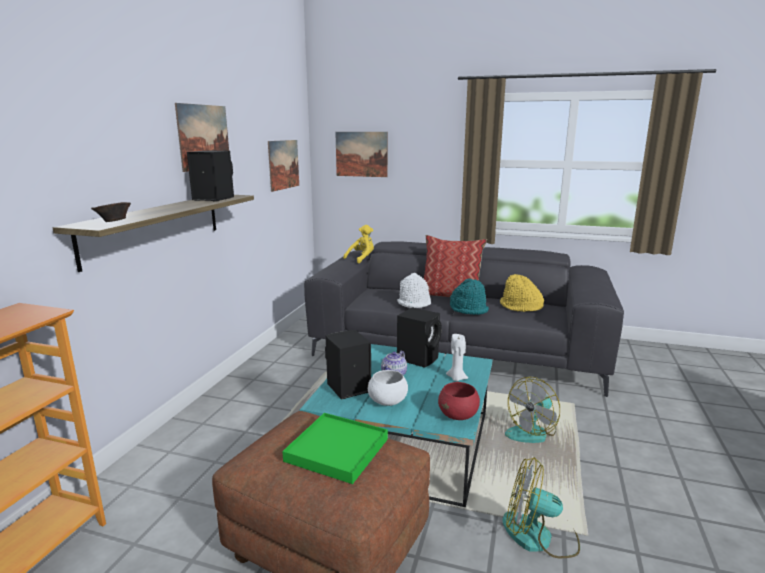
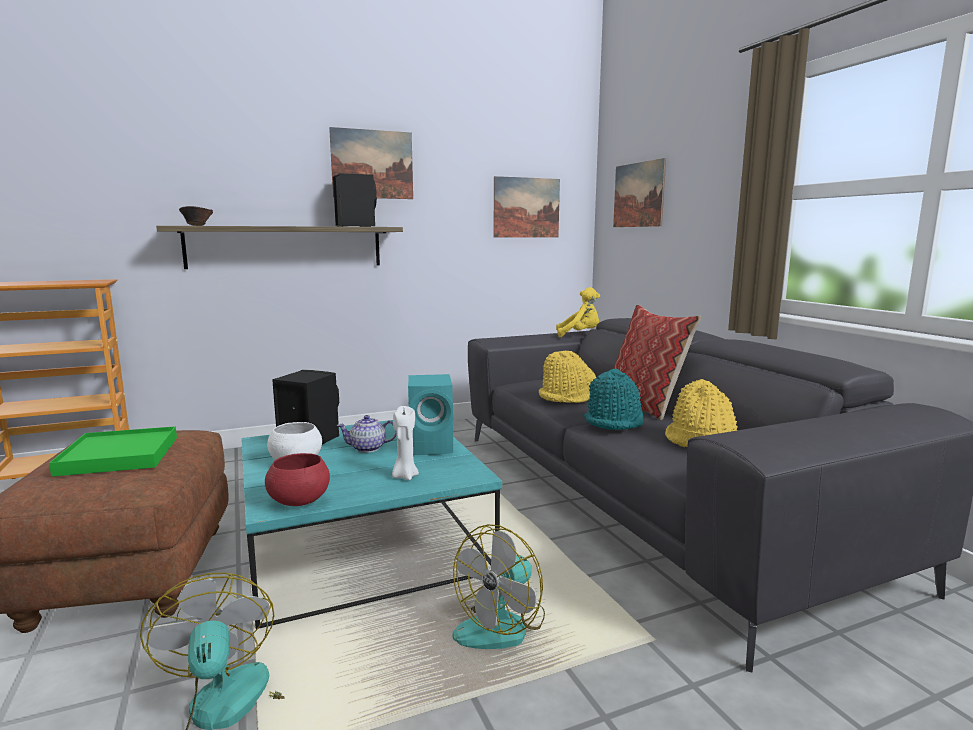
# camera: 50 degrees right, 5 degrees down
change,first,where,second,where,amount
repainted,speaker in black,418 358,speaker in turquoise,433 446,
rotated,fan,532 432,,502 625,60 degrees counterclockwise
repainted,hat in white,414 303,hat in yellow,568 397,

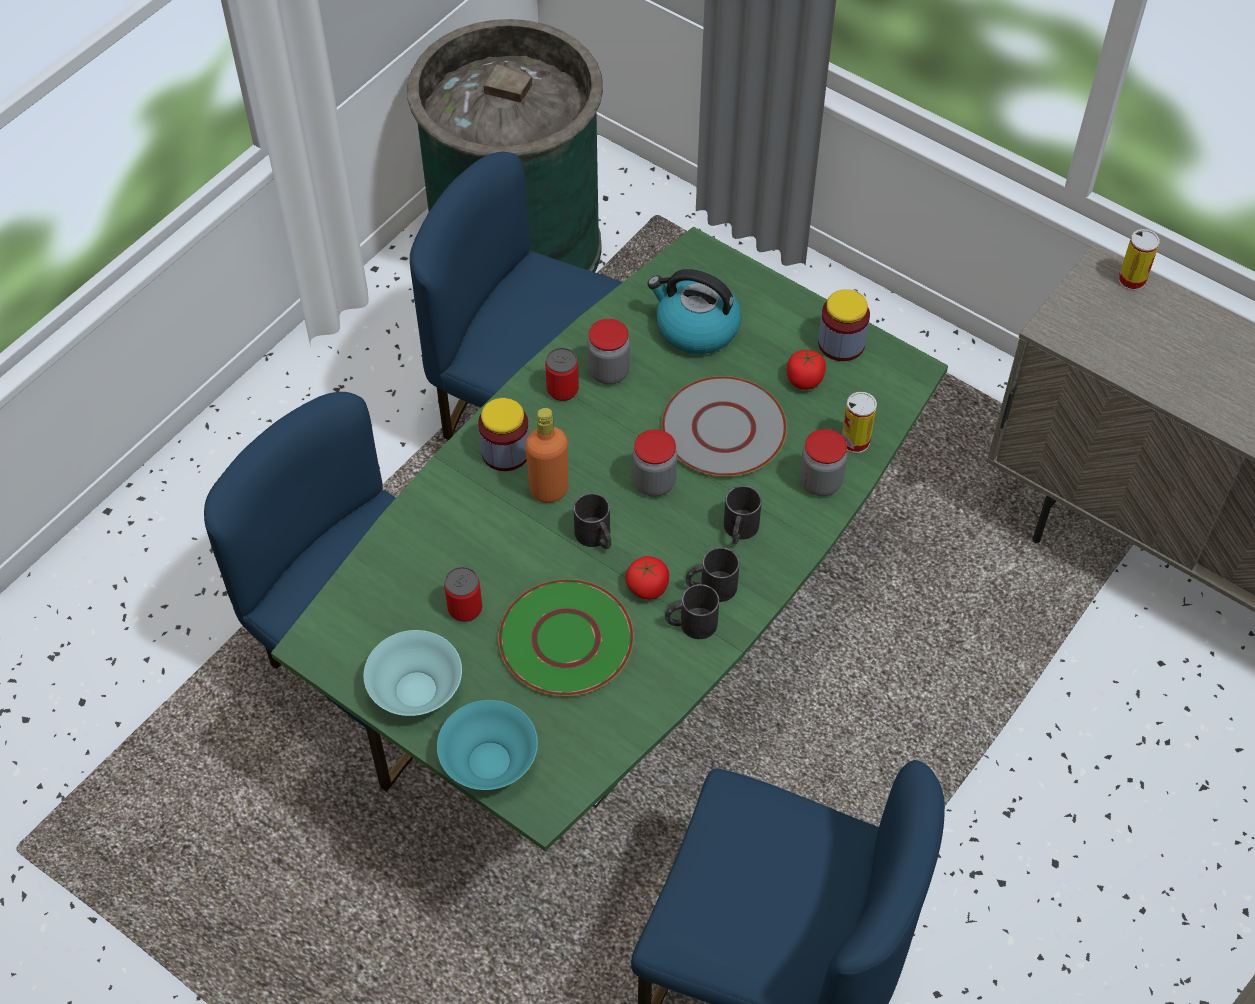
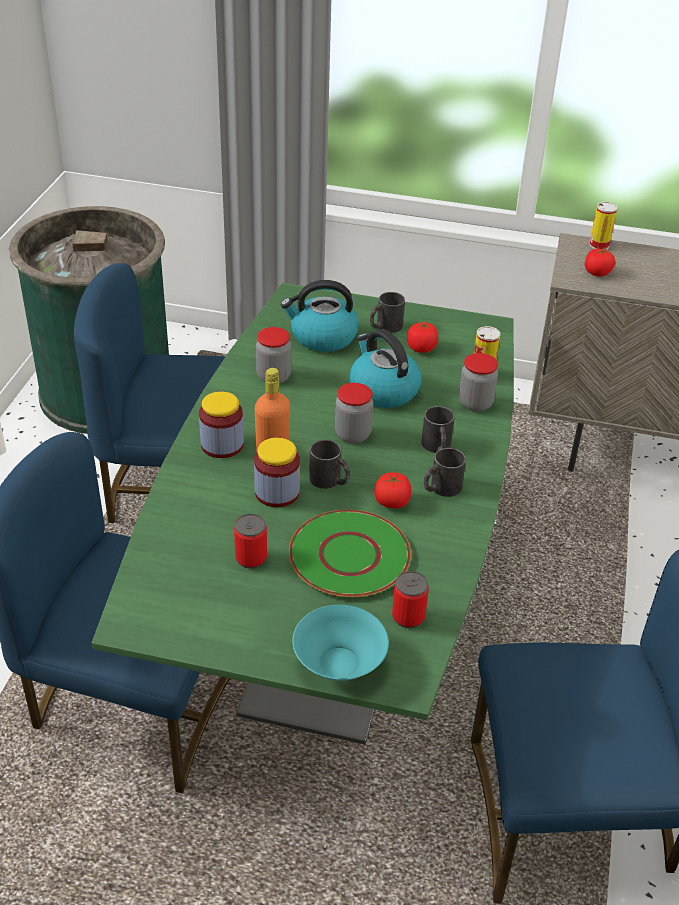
# camera: 25 degrees left, 15 degrees down
change,first,where,second,where,amount
shifted,jar,841 343,,277 492,
swapped,plate in grey,723 429,kettle,383 390,
shifted,mug in black,691 624,,385 327,
shifted,can,562 389,,408 617,
new,,,tomato,597 273,
gone,bowl in turquoise,415 690,,,

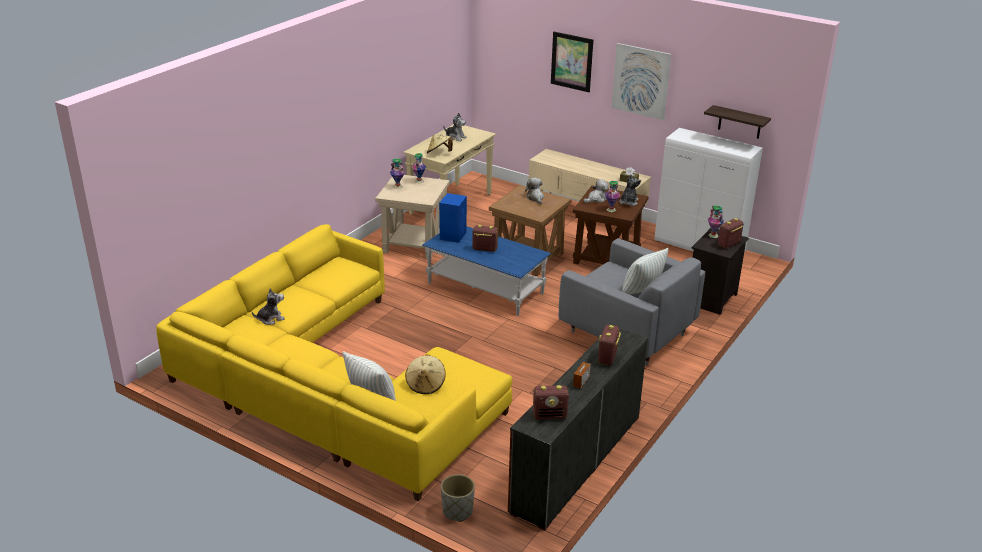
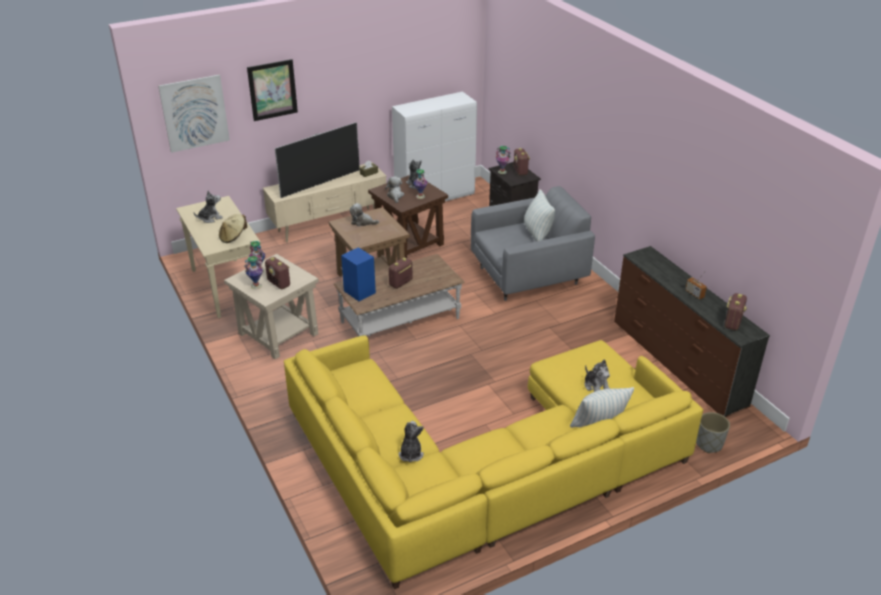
# camera: 60 degrees left, 5 degrees up
change,first,where,second,where,amount
shifted,picture,641 81,,194 113,
shifted,radio,607 357,,279 283,
new,,,television,320 183,
repainted,coffee table in blue,485 288,coffee table in brown,400 320,
swapped,hat in beige,426 384,plush toy,596 386,
gone,shelf,739 122,,,

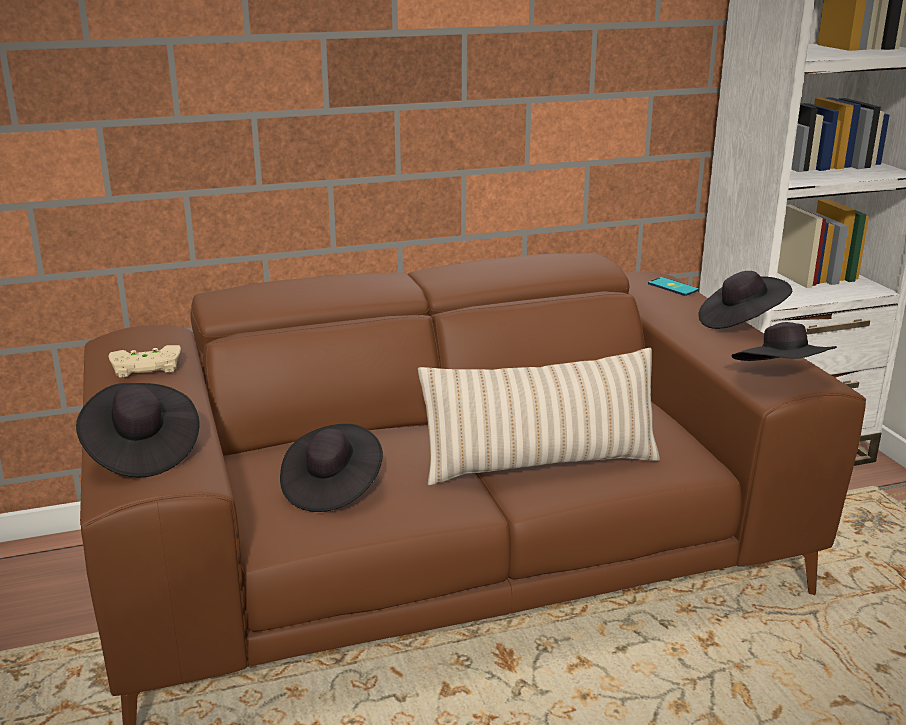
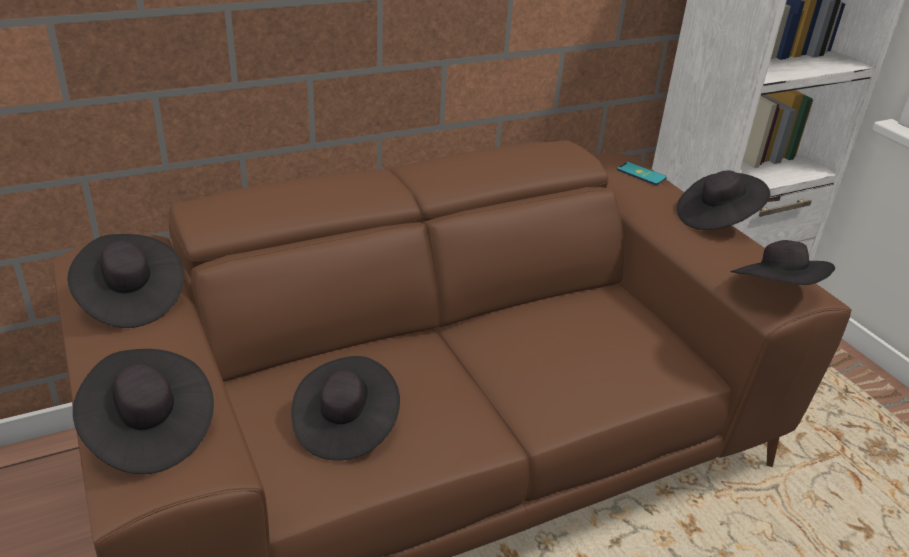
# camera: 10 degrees left, 10 degrees up
change,first,where,second,where,amount
swapped,game controller in beige,145 367,hat in black,130 300,
gone,pillow in beige,540 463,,,

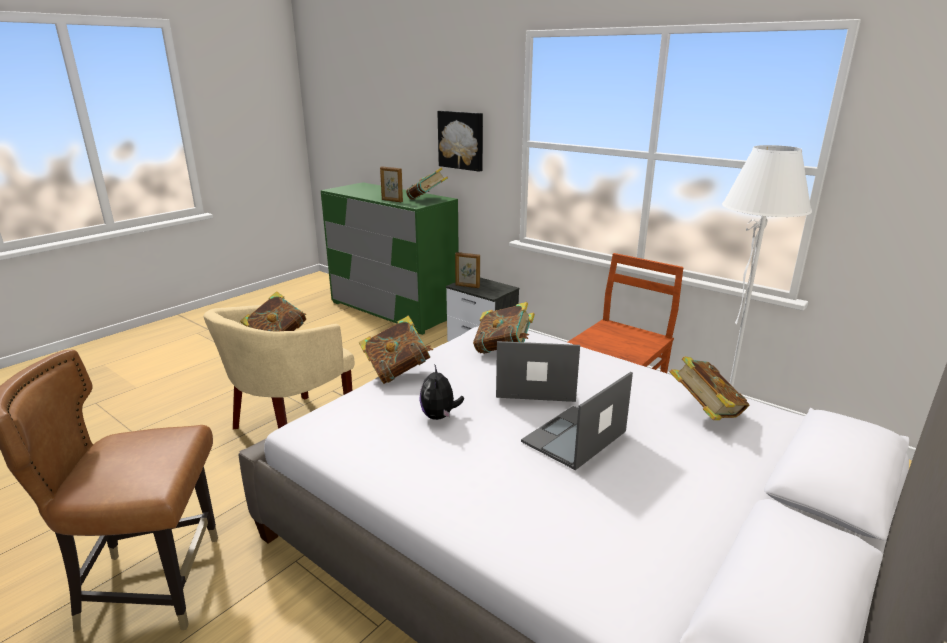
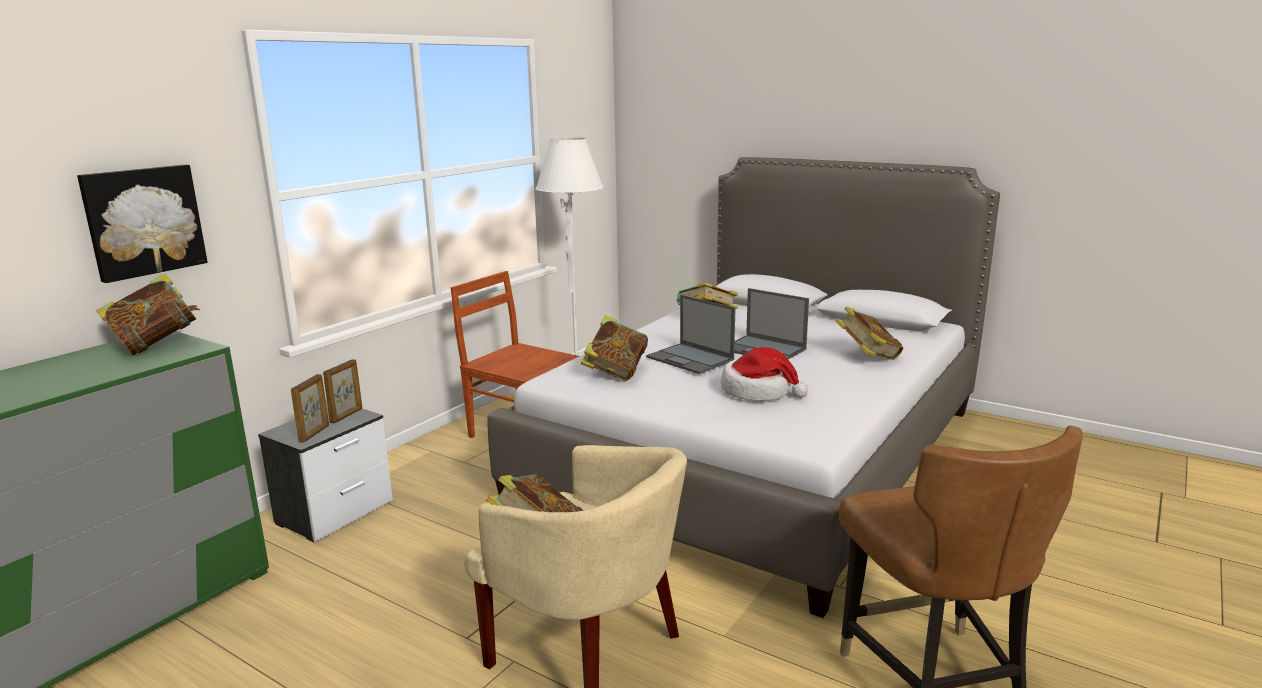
# camera: 95 degrees left, 5 degrees down
change,first,where,second,where,amount
shifted,picture frame,392 201,,347 415,
rotated,laptop,534 385,,691 359,45 degrees counterclockwise
swapped,plush toy,439 416,hat,758 391,
shifted,book,397 372,,867 357,

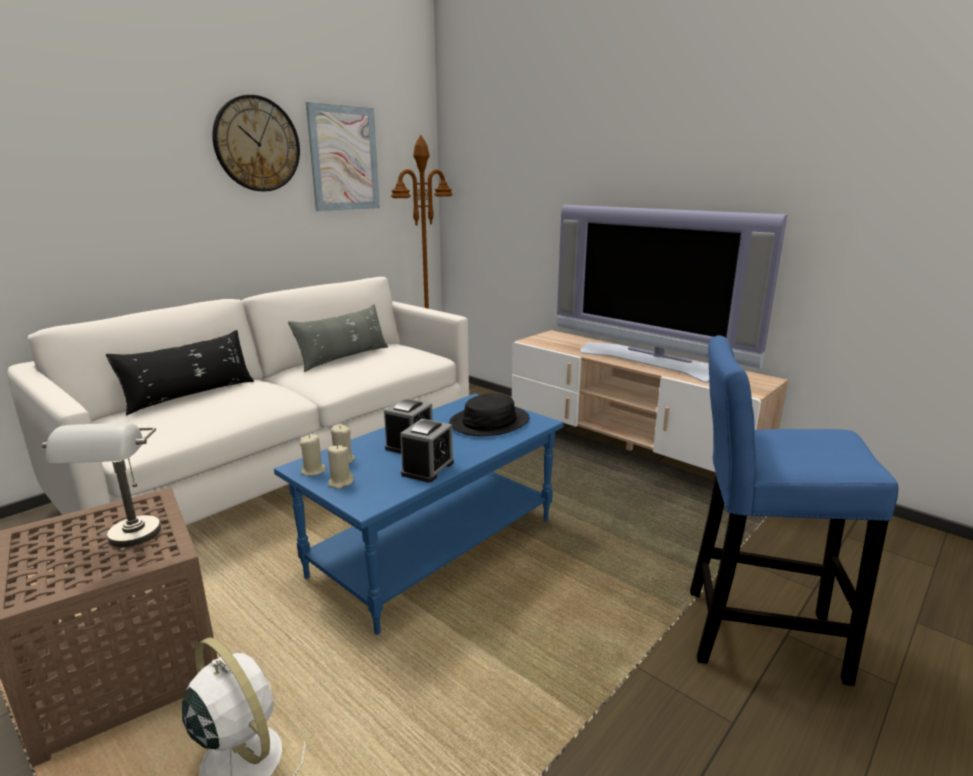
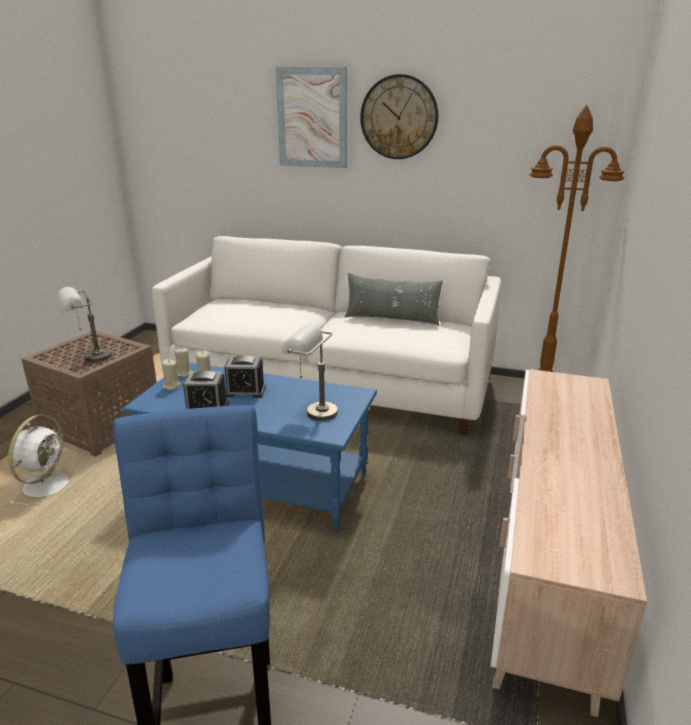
# camera: 65 degrees right, 5 degrees up
change,first,where,second,where,amount
shifted,picture,344 158,,312 118,
swapped,hat in black,489 422,table lamp in grey,311 411,
gone,pillow in black,191 395,,,
gone,television,652 361,,,

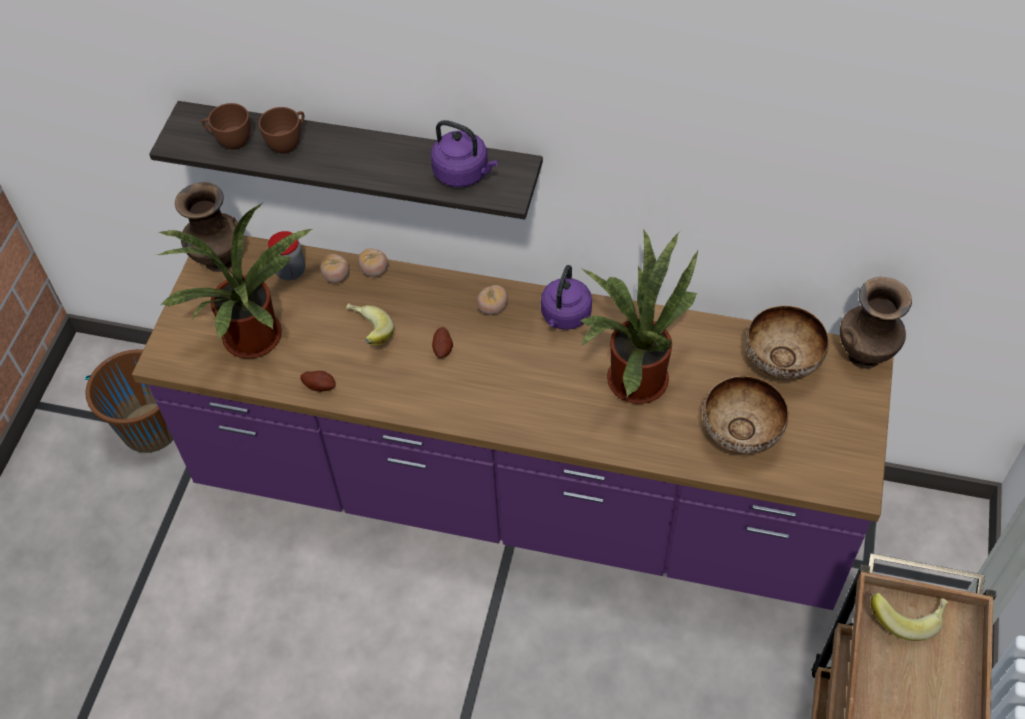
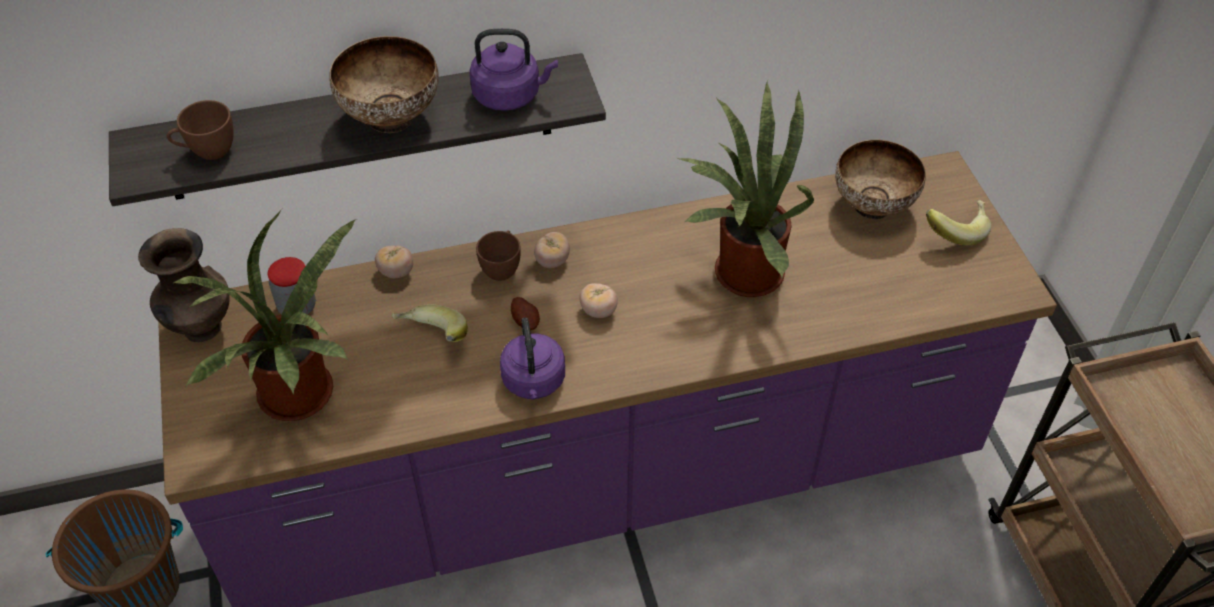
# camera: 30 degrees left, 5 degrees down
change,first,where,second,where,amount
shifted,bowl,739 437,,391 119,
shifted,cup in brown,288 142,,502 267,
shifted,kettle in purple,565 316,,534 382,
shifted,tomato,336 276,,598 311,
shifted,banana,906 616,,954 230,
gone,potato,320 386,,,
gone,vase in brown,865 354,,,

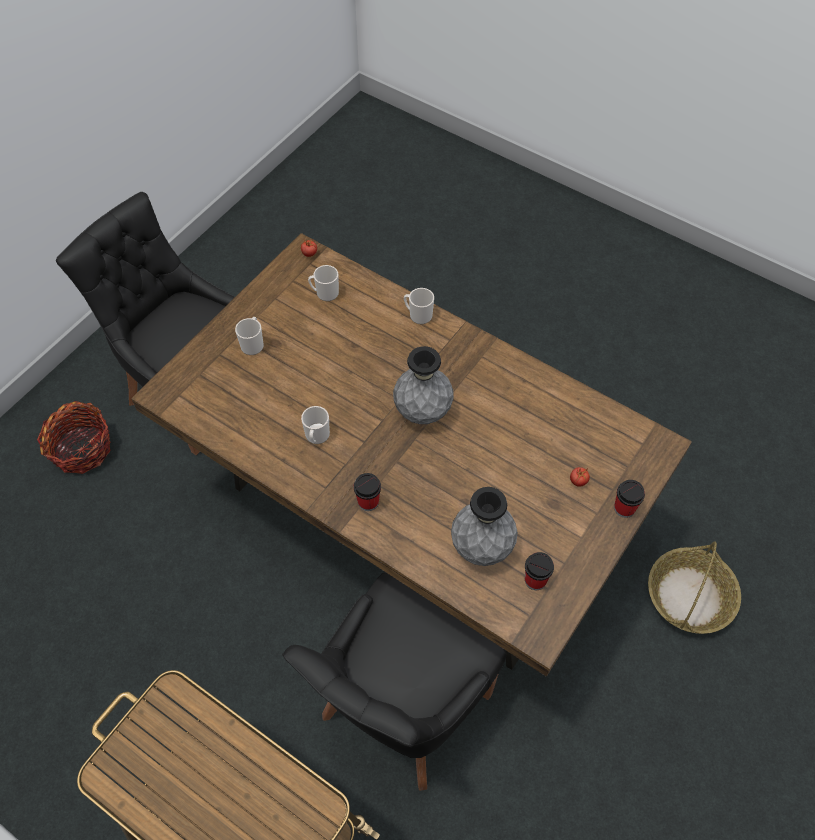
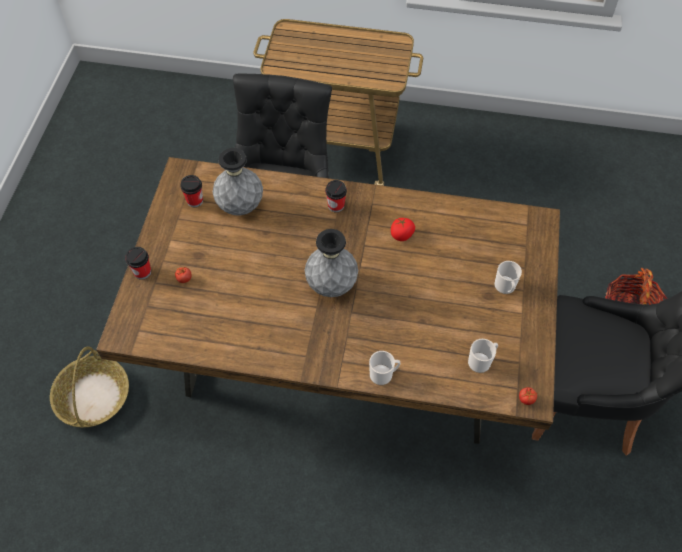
# camera: 155 degrees right, 0 degrees up
change,first,where,second,where,amount
swapped,mug,316 436,tomato,402 235,

